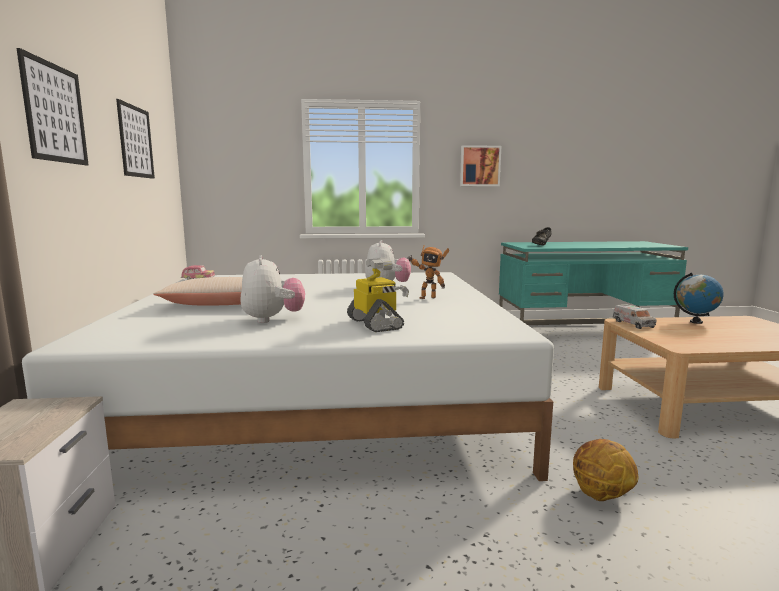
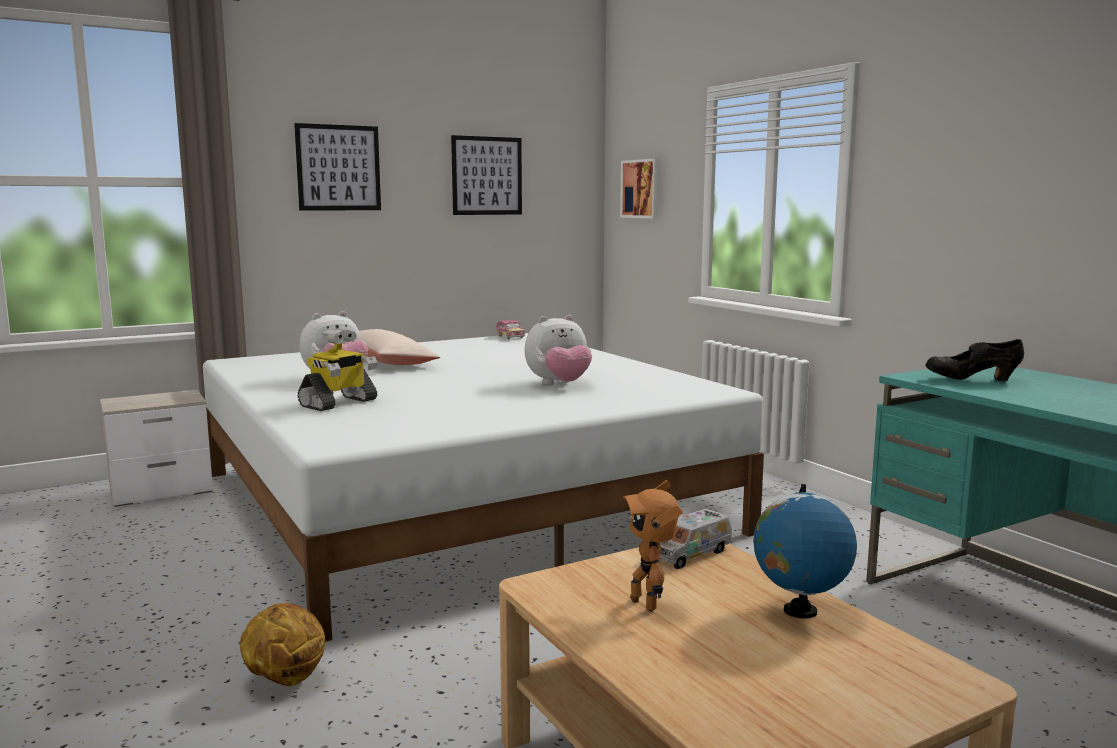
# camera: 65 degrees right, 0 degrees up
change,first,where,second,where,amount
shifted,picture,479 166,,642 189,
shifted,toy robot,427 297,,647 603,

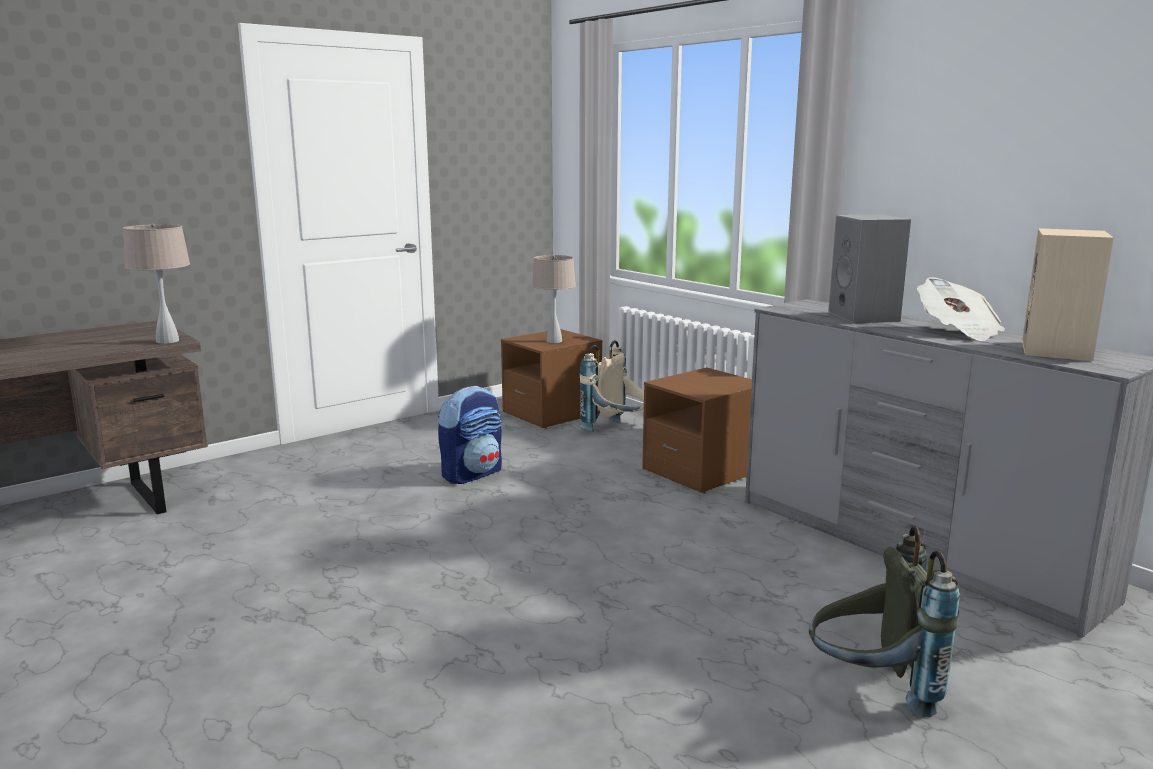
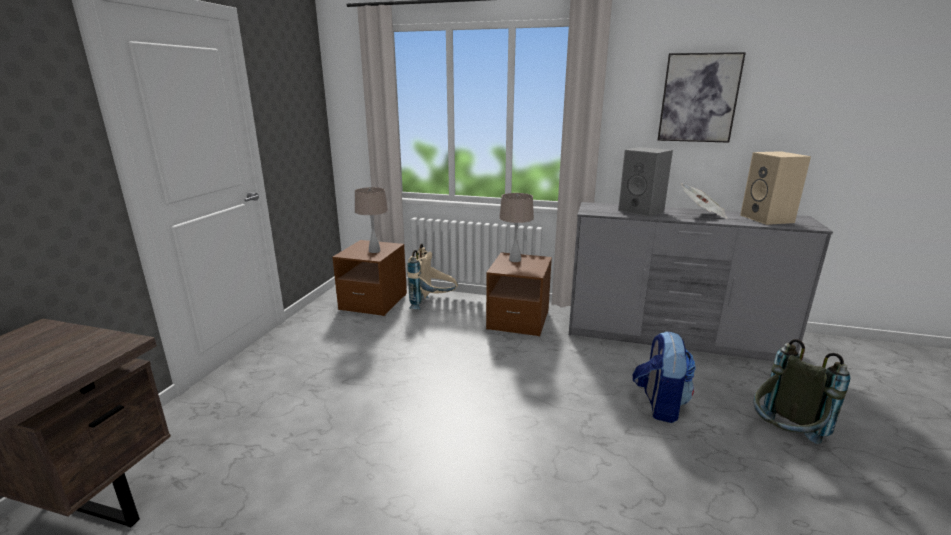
# camera: 35 degrees left, 5 degrees up
change,first,where,second,where,amount
shifted,table lamp in beige,168 341,,515 260,
shifted,backpack,472 474,,659 405,
new,,,picture,698 98,

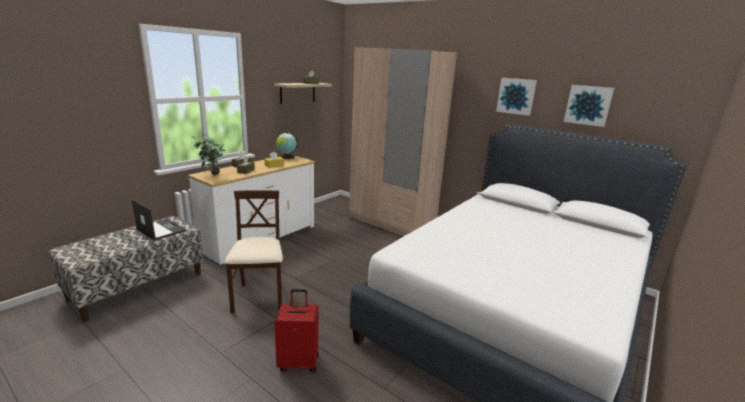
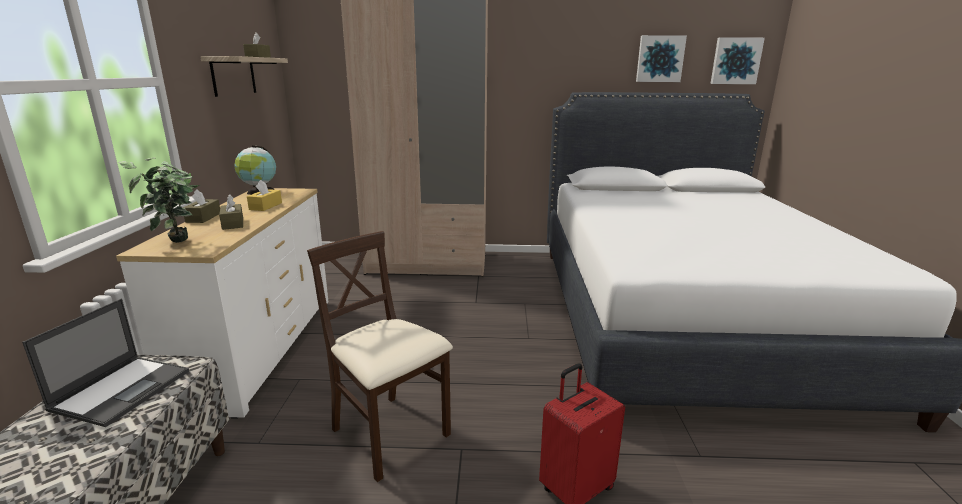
# camera: 35 degrees left, 0 degrees up
change,first,where,second,where,amount
rotated,laptop,160 229,,123 389,105 degrees clockwise
shifted,picture,516 96,,735 61,

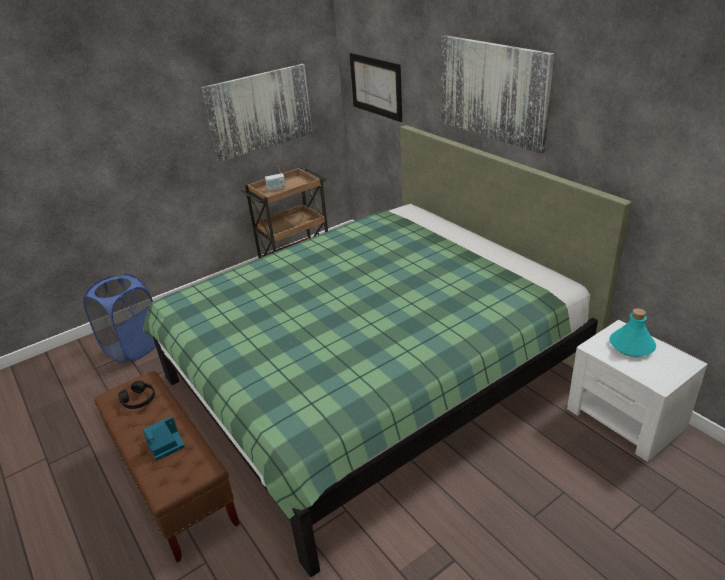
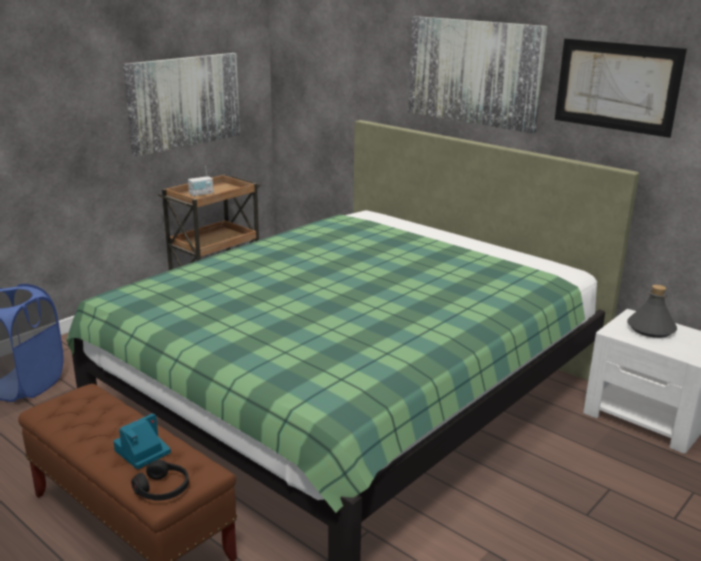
# camera: 15 degrees left, 10 degrees down
change,first,where,second,where,amount
shifted,headphones in black,139 400,,163 489,
shifted,picture,376 86,,616 86,
repainted,bottle in turquoise,631 346,bottle in grey,650 329,

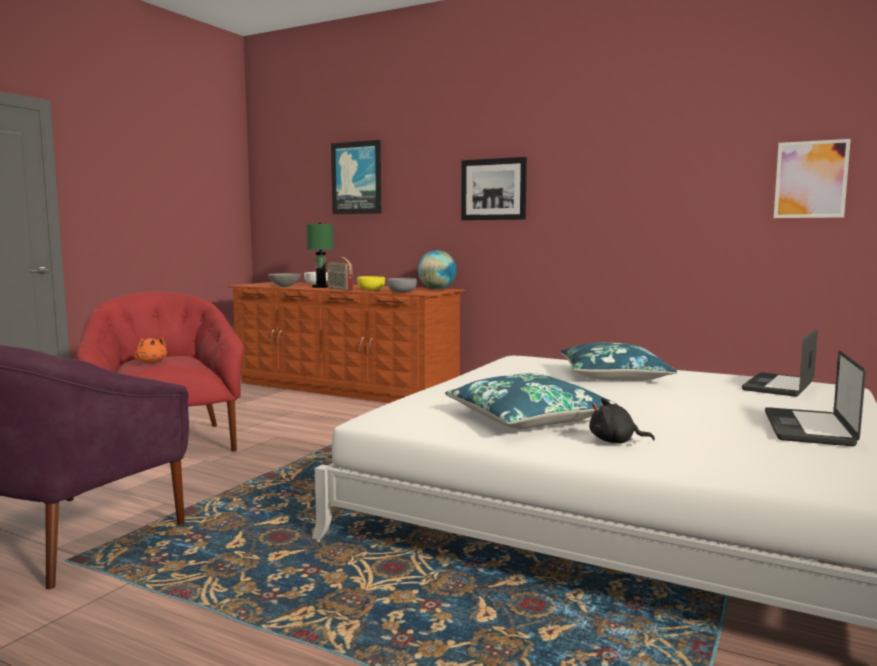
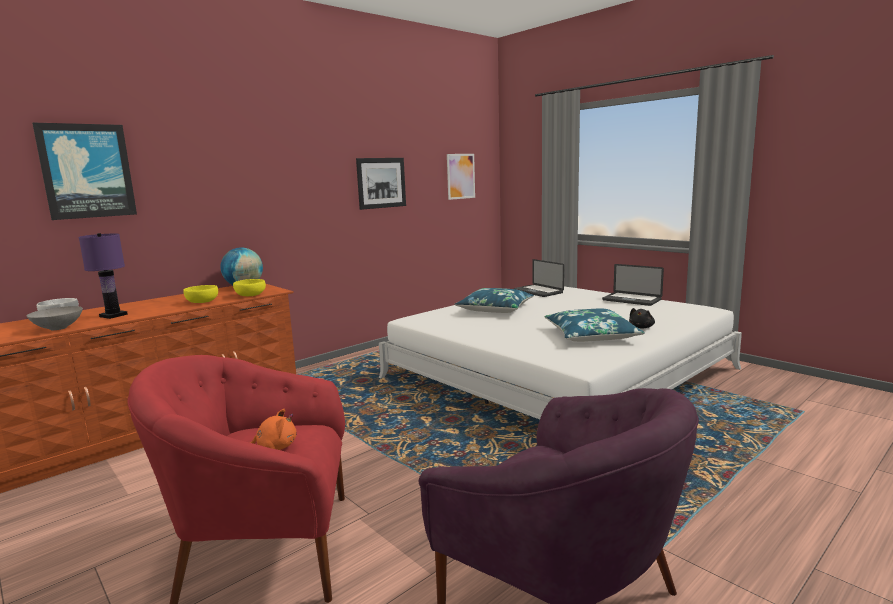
# camera: 70 degrees left, 5 degrees up
change,first,where,second,where,amount
repainted,table lamp in green,321 287,table lamp in purple,113 315,
repainted,bowl in grey,401 292,bowl in yellow,250 295,
shifted,picture,493 189,,381 183,
gone,radio,339 289,,,

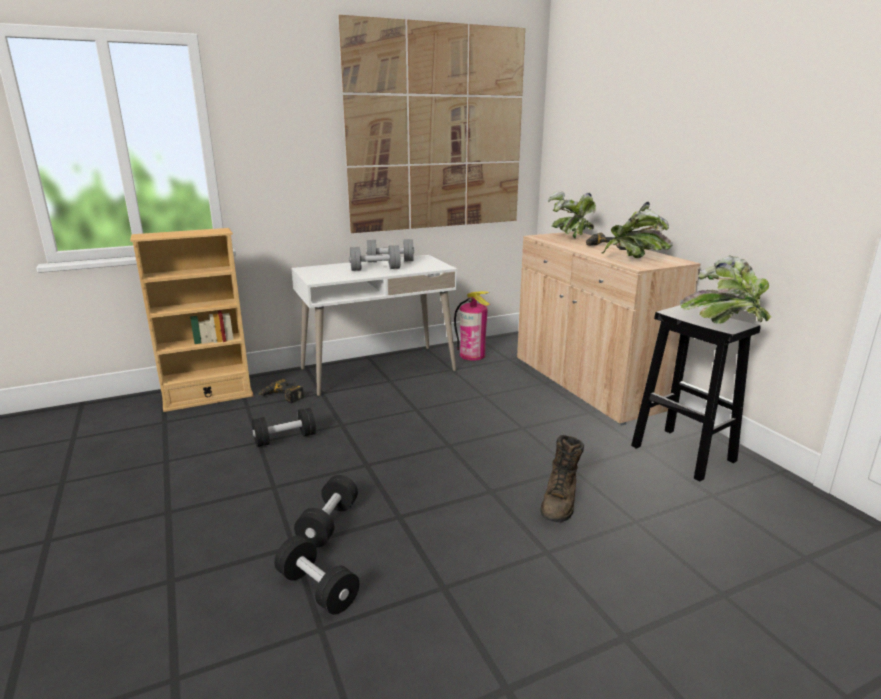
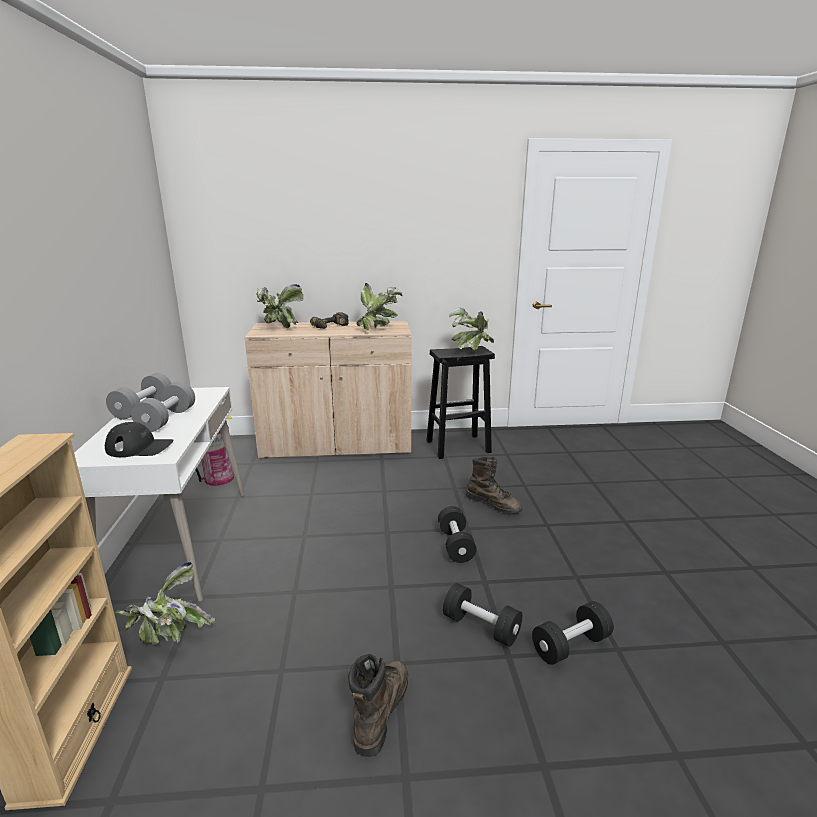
# camera: 70 degrees left, 0 degrees up
change,first,where,second,where,amount
new,,,cap in black,140 447,
swapped,power drill,281 397,potted plant,167 638,
new,,,boot in brown,380 710,
shifted,dumbbell in black,285 439,,455 545,
gone,picture,437 130,,,

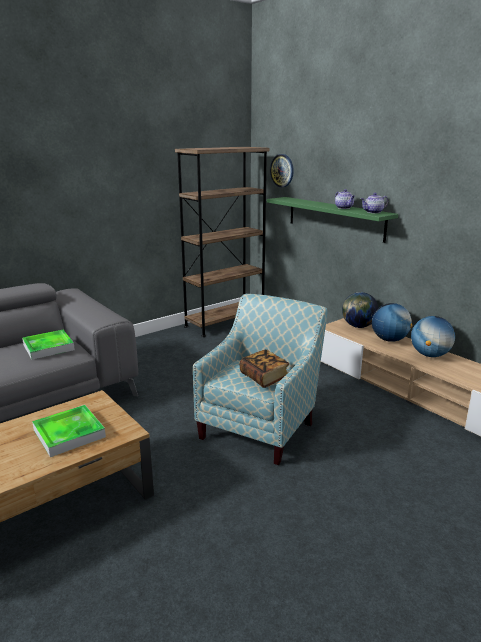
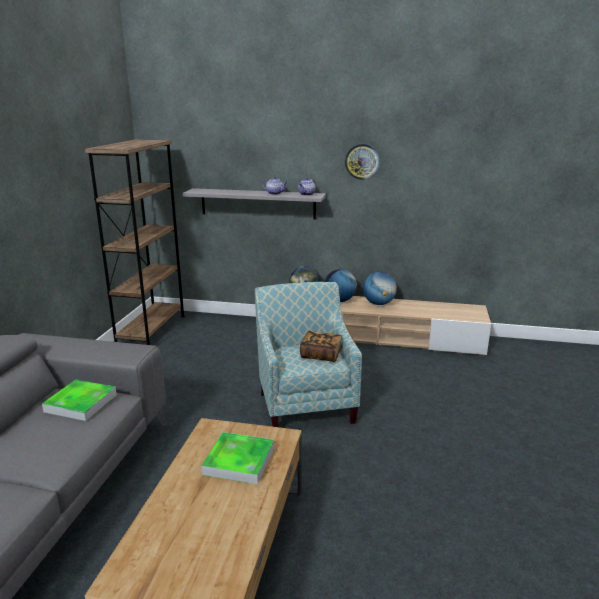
# camera: 40 degrees left, 0 degrees up
change,first,where,second,where,amount
repainted,shelf in green,335 218,shelf in grey,257 203,
shifted,wall clock,282 170,,362 161,

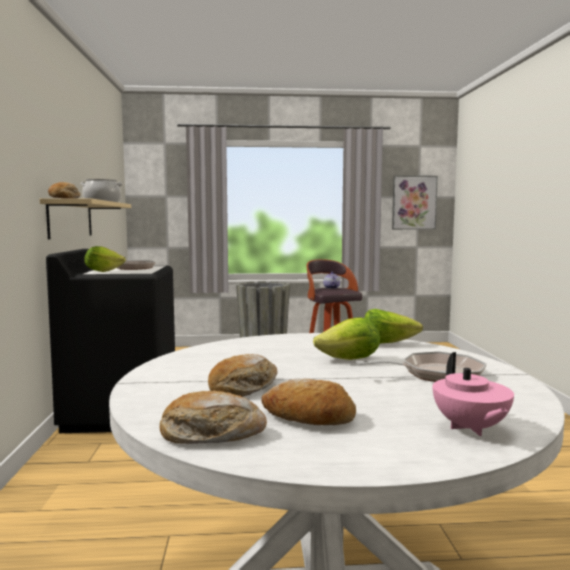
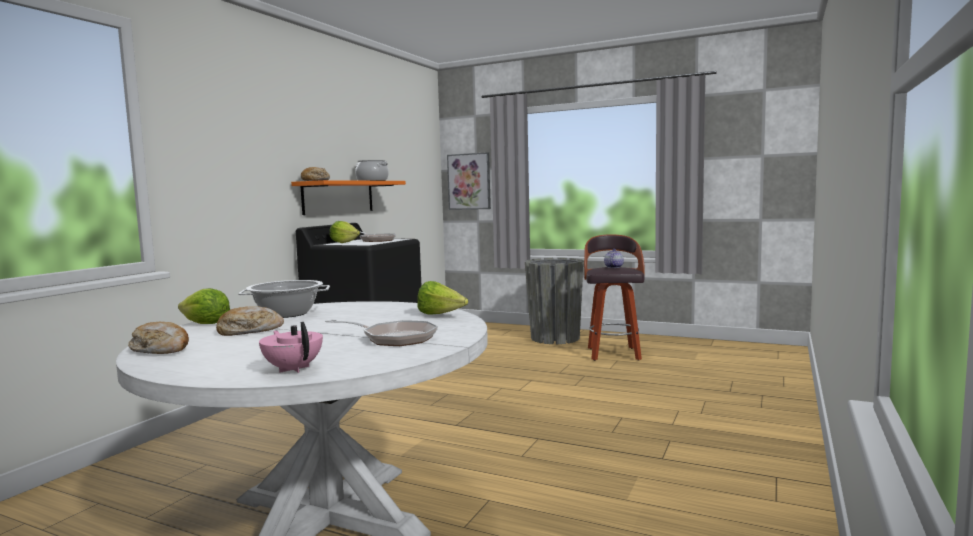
# camera: 30 degrees right, 0 degrees up
change,first,where,second,where,amount
shifted,lettuce,350 360,,206 324,
new,,,cooking pot,287 314,
rotated,teapot in pink,470 428,,293 369,120 degrees clockwise
repainted,shelf in beige,70 219,shelf in orange,338 197,
shifted,picture,414 202,,469 181,
gone,bread,308 417,,,

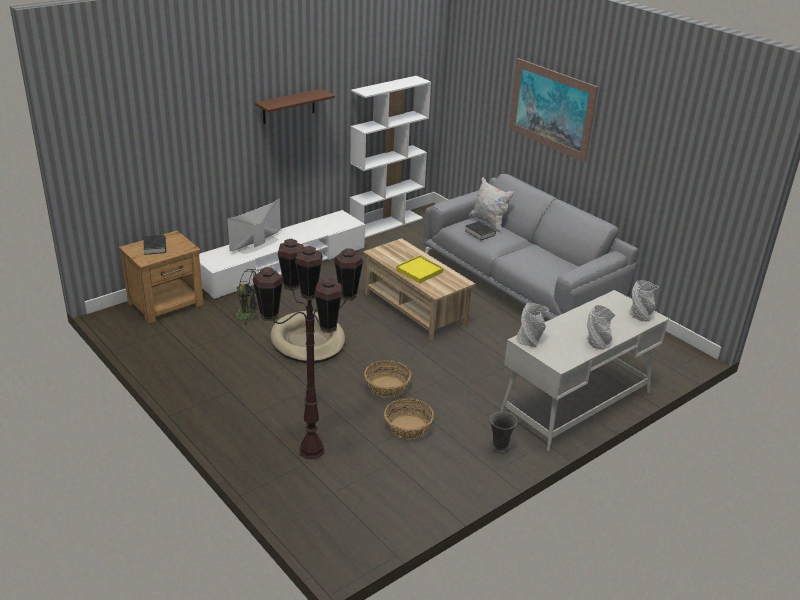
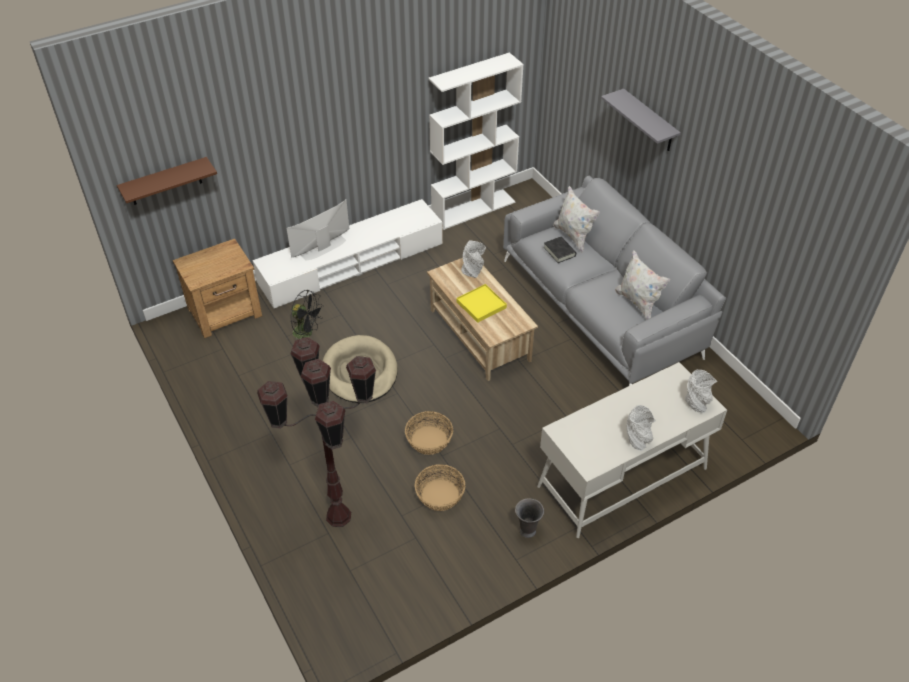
# camera: 10 degrees right, 15 degrees up
change,first,where,second,where,amount
shifted,shelf in brown,289 106,,165 182,
shifted,vase in grey,530 340,,473 271,
swapped,picture,551 109,shelf in grey,649 121,
new,,,pillow in white,638 303,
gone,book in black,155 247,,,

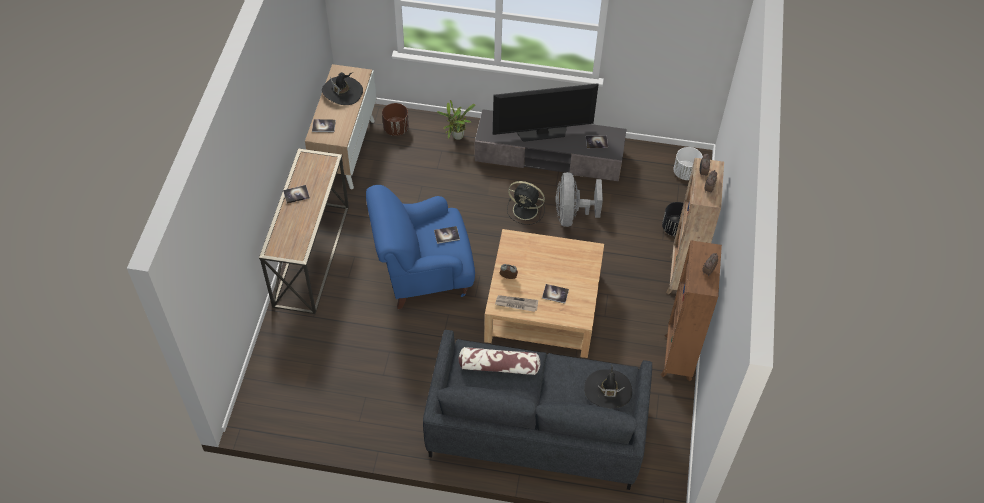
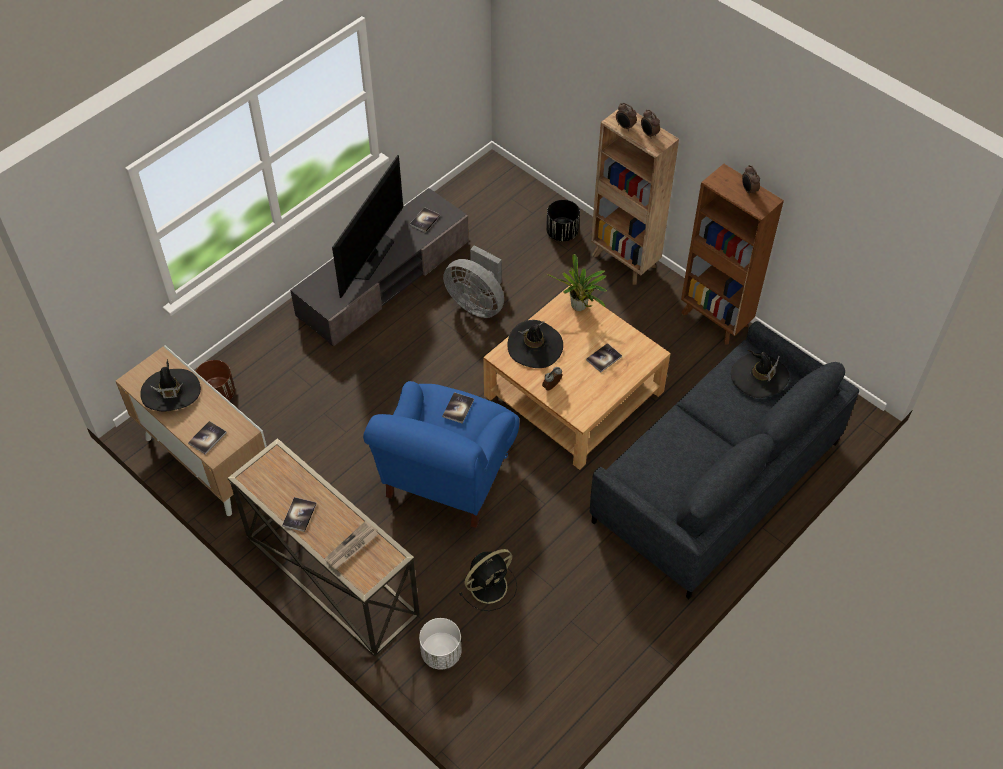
# camera: 55 degrees left, 0 degrees up
change,first,where,second,where,amount
shifted,newspaper,516 304,,351 547,
shifted,planter in white,686 173,,441 653,
shifted,fan in black,526 210,,490 585,
new,,,hat in black,535 346,
shifted,potted plant,456 137,,579 308,
gone,pillow,498 366,,,

